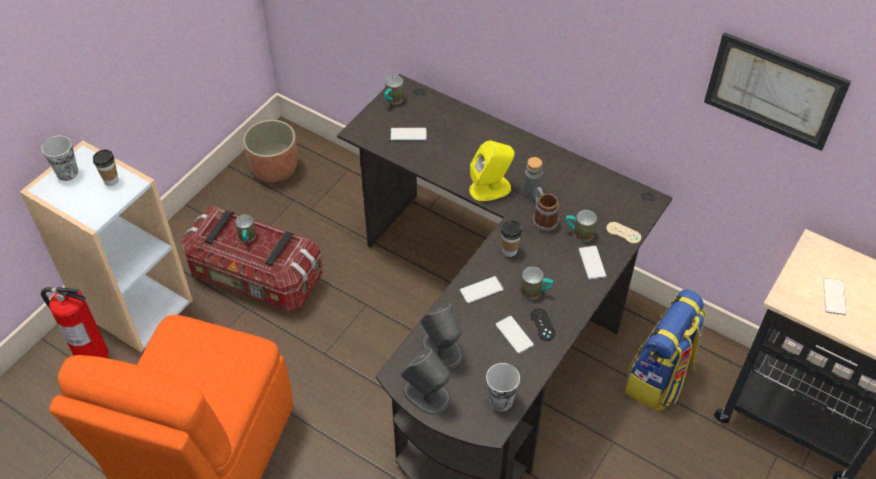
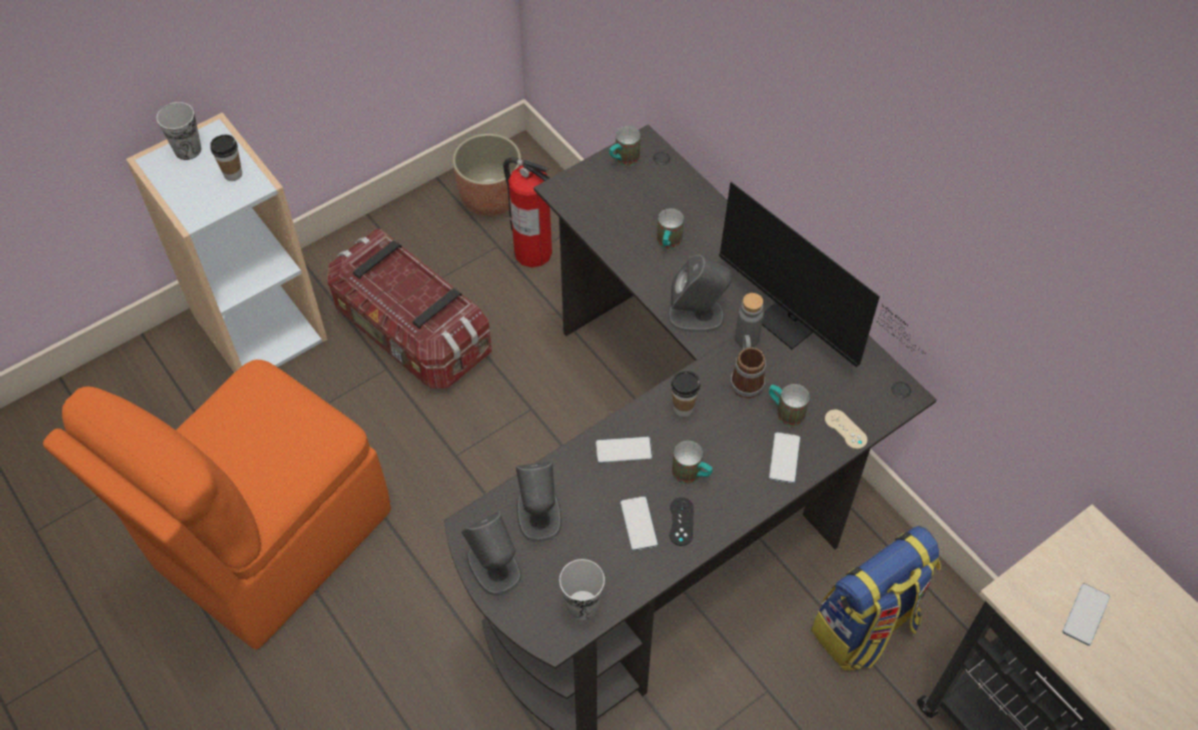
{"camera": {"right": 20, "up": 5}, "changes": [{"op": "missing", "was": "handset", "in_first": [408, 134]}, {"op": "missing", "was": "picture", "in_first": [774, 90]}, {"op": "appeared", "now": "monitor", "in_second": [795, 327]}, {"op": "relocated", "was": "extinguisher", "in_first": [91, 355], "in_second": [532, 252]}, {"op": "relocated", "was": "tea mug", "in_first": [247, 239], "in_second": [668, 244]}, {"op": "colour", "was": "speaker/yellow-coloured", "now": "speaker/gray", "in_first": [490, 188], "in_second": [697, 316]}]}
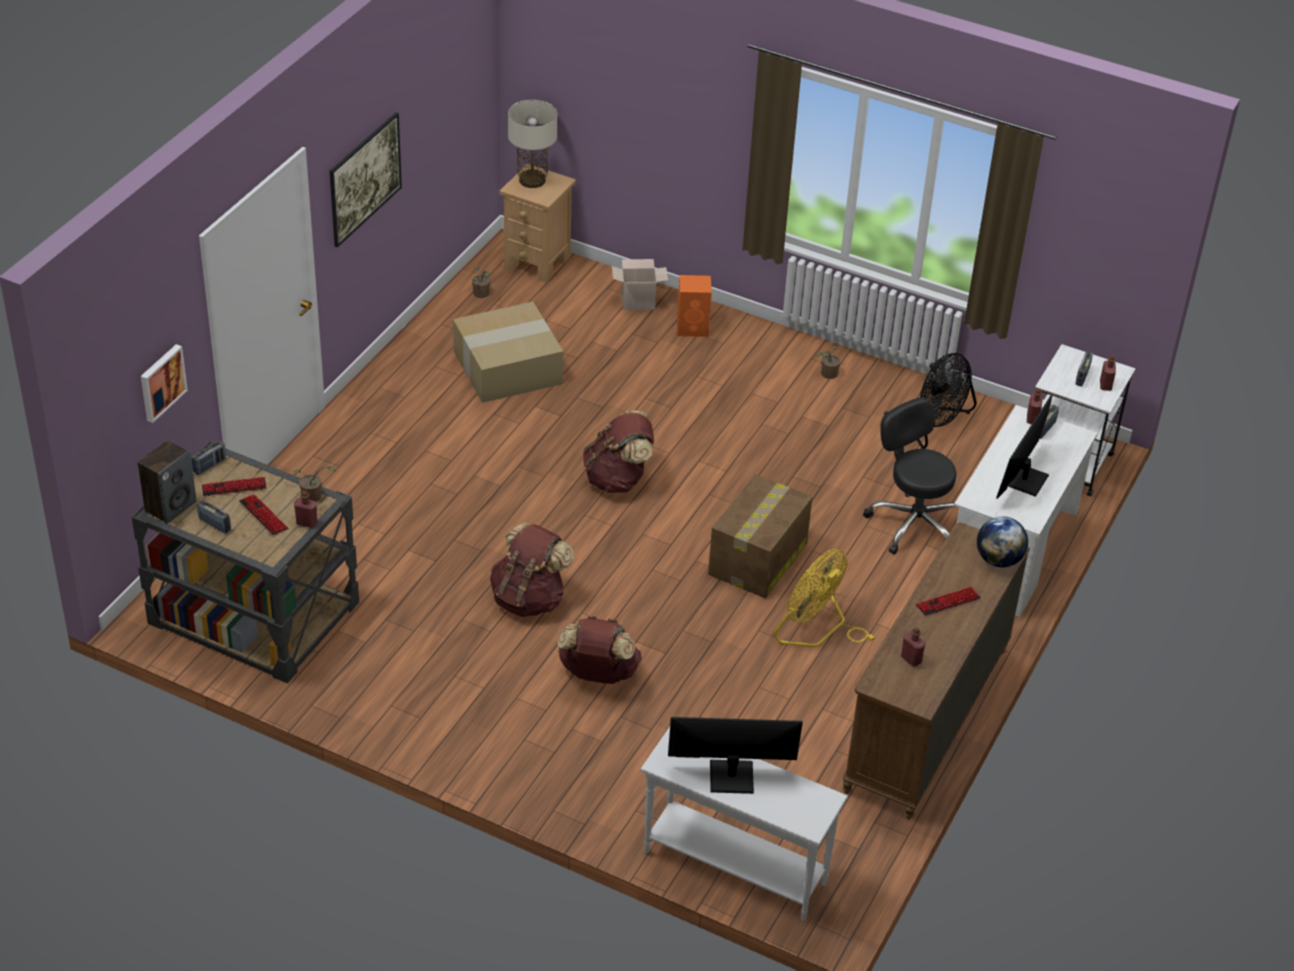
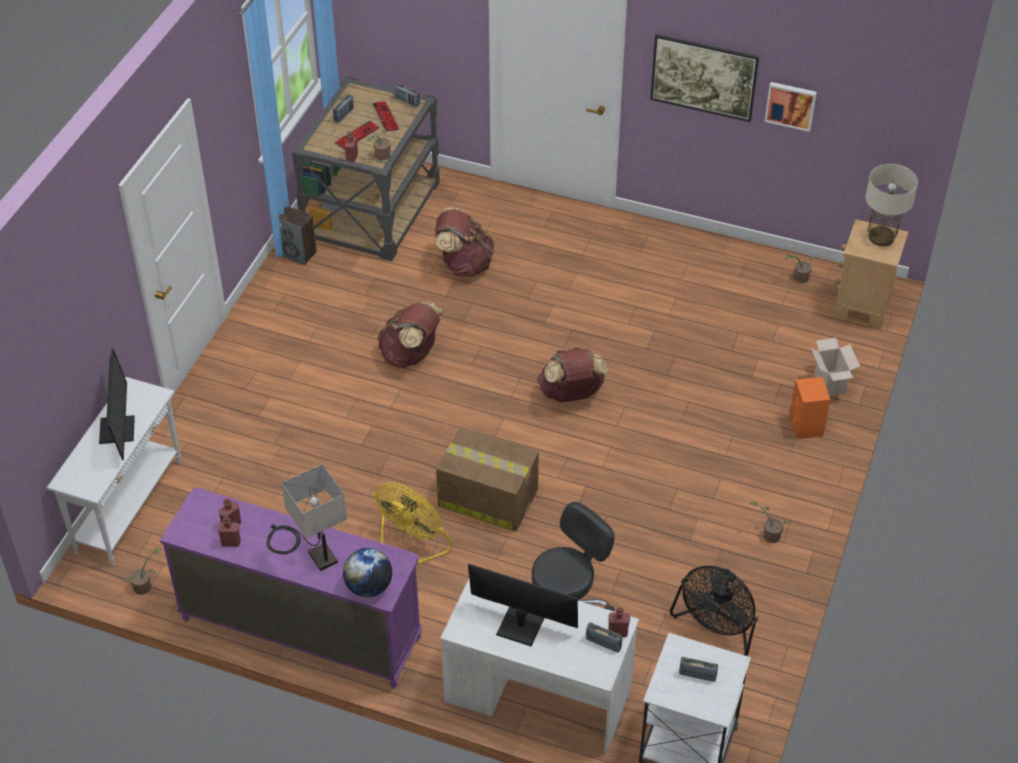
{"camera": {"right": 85, "up": 5}, "changes": [{"op": "missing", "was": "cardboard box", "in_first": [508, 366]}, {"op": "appeared", "now": "houseplant", "in_second": [145, 586]}, {"op": "relocated", "was": "speaker", "in_first": [170, 506], "in_second": [298, 253]}, {"op": "relocated", "was": "picture", "in_first": [161, 382], "in_second": [791, 105]}, {"op": "relocated", "was": "rucksack/brownish", "in_first": [598, 674], "in_second": [464, 264]}, {"op": "relocated", "was": "bottle/red", "in_first": [1105, 385], "in_second": [231, 542]}, {"op": "exchanged", "was": "keyboard", "now": "tabletop lamp", "in_first": [948, 602], "in_second": [307, 549]}, {"op": "colour", "was": "dresser/brownish", "now": "dresser/purple", "in_first": [926, 721], "in_second": [300, 629]}]}
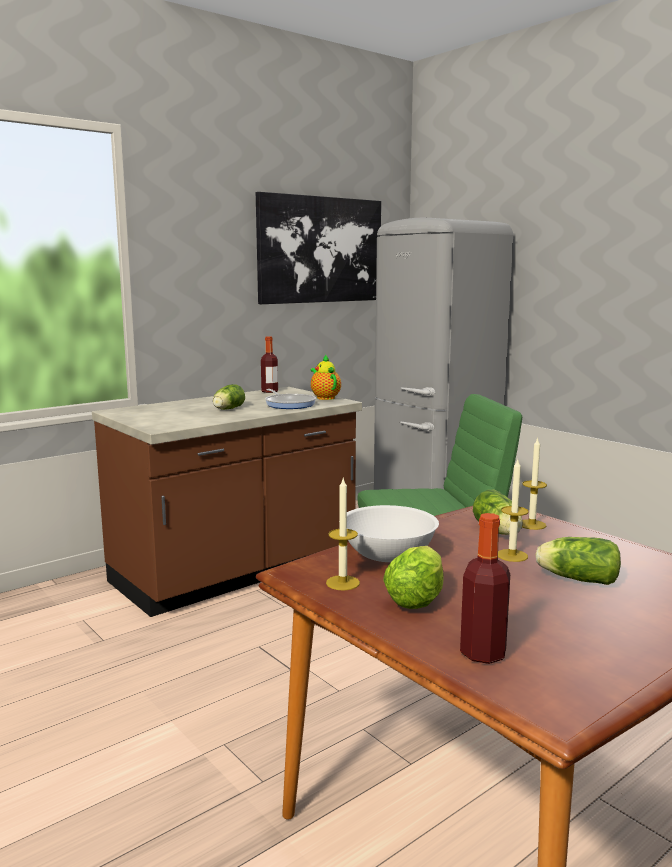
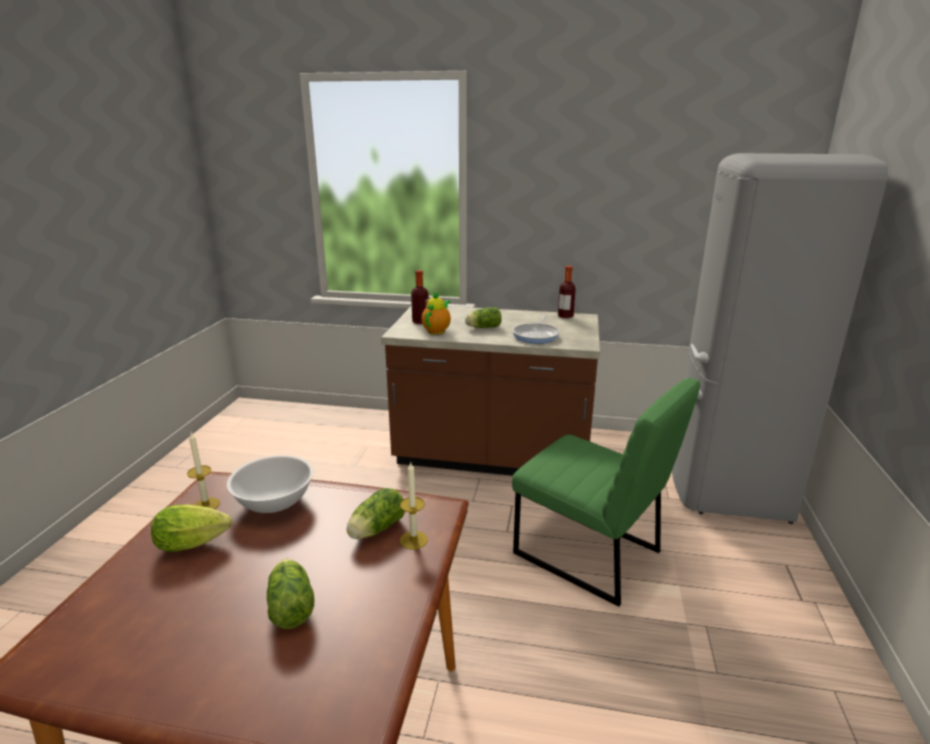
{"camera": {"right": 50, "up": 10}, "changes": [{"op": "missing", "was": "picture", "in_first": [320, 250]}, {"op": "missing", "was": "wax candle", "in_first": [512, 555]}, {"op": "relocated", "was": "pot for tea", "in_first": [324, 397], "in_second": [437, 331]}, {"op": "relocated", "was": "bottle", "in_first": [483, 653], "in_second": [420, 322]}]}
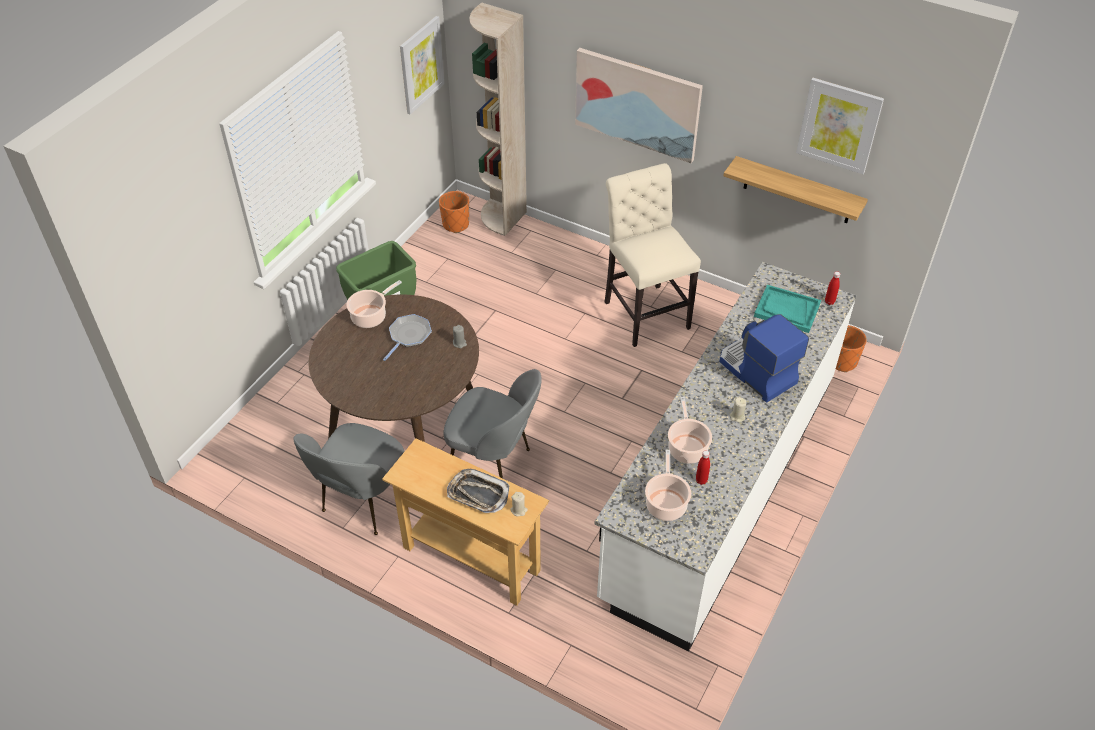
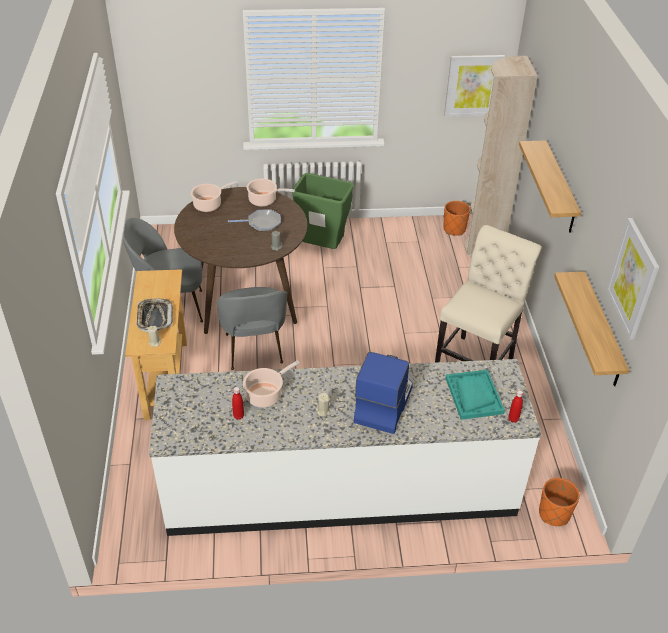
{"camera": {"right": 55, "up": -5}, "changes": [{"op": "relocated", "was": "saucepot", "in_first": [666, 503], "in_second": [209, 205]}, {"op": "exchanged", "was": "picture", "now": "bracket shelf", "in_first": [637, 104], "in_second": [559, 188]}]}
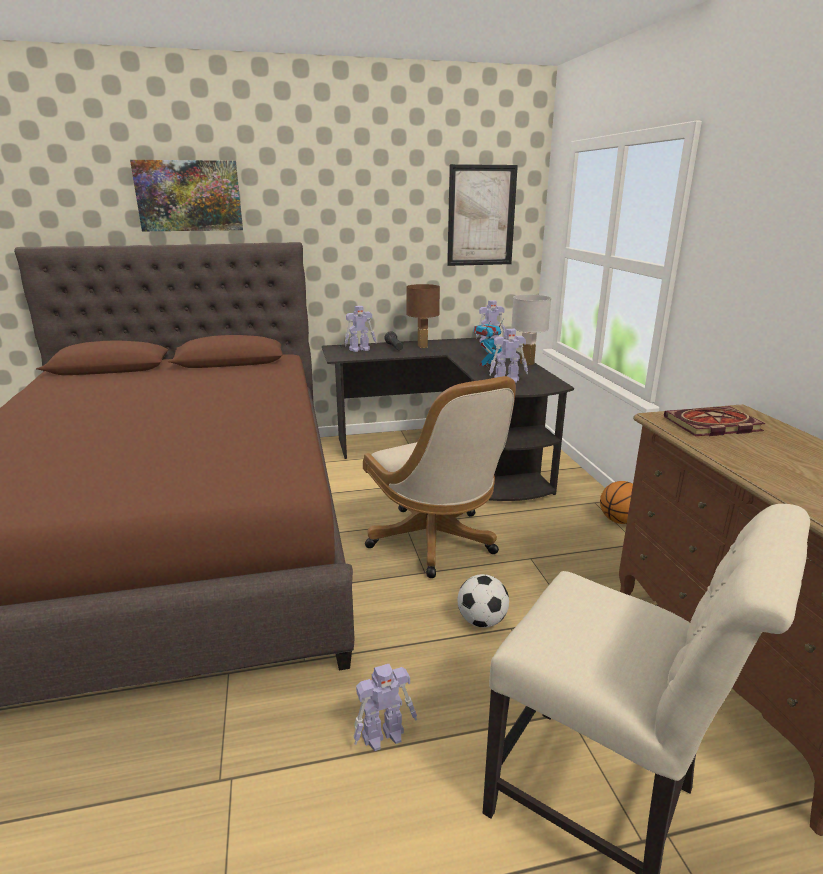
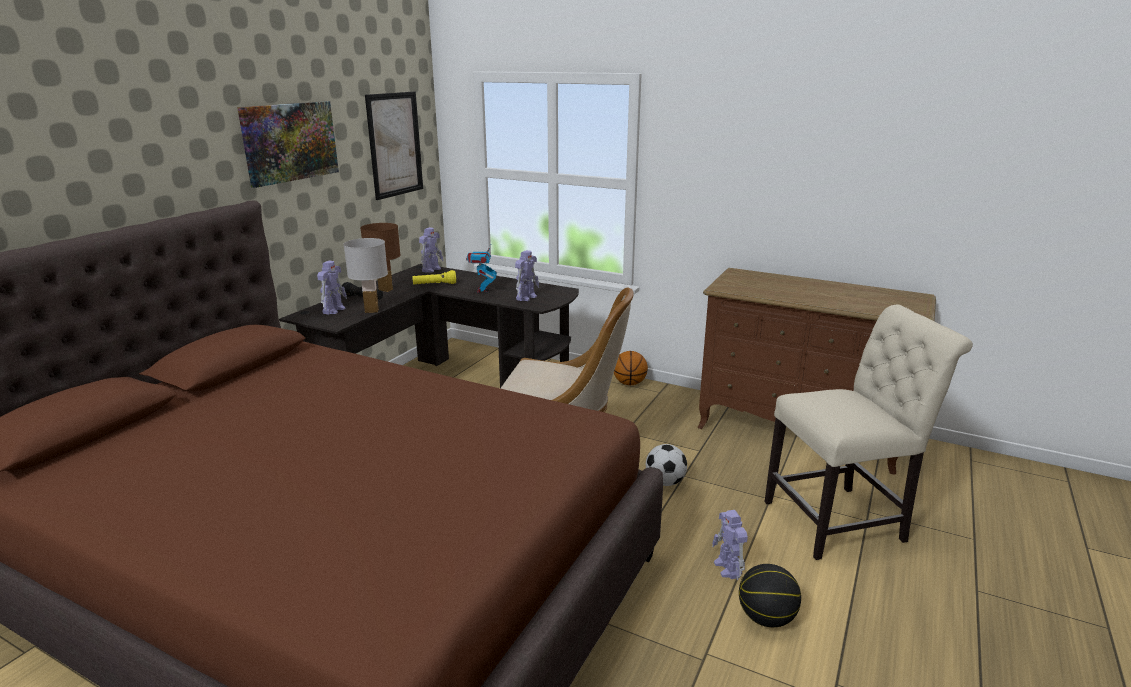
{"camera": {"right": -50, "up": 0}, "changes": [{"op": "missing", "was": "volume", "in_first": [711, 425]}, {"op": "appeared", "now": "torch/yellow-coloured", "in_second": [434, 285]}, {"op": "appeared", "now": "basketball", "in_second": [766, 618]}, {"op": "relocated", "was": "picture", "in_first": [189, 196], "in_second": [289, 142]}, {"op": "relocated", "was": "tabletop lamp/whitish", "in_first": [527, 363], "in_second": [372, 311]}, {"op": "spun", "was": "robot figure", "in_first": [384, 735], "in_second": [728, 569], "clockwise": 150}]}
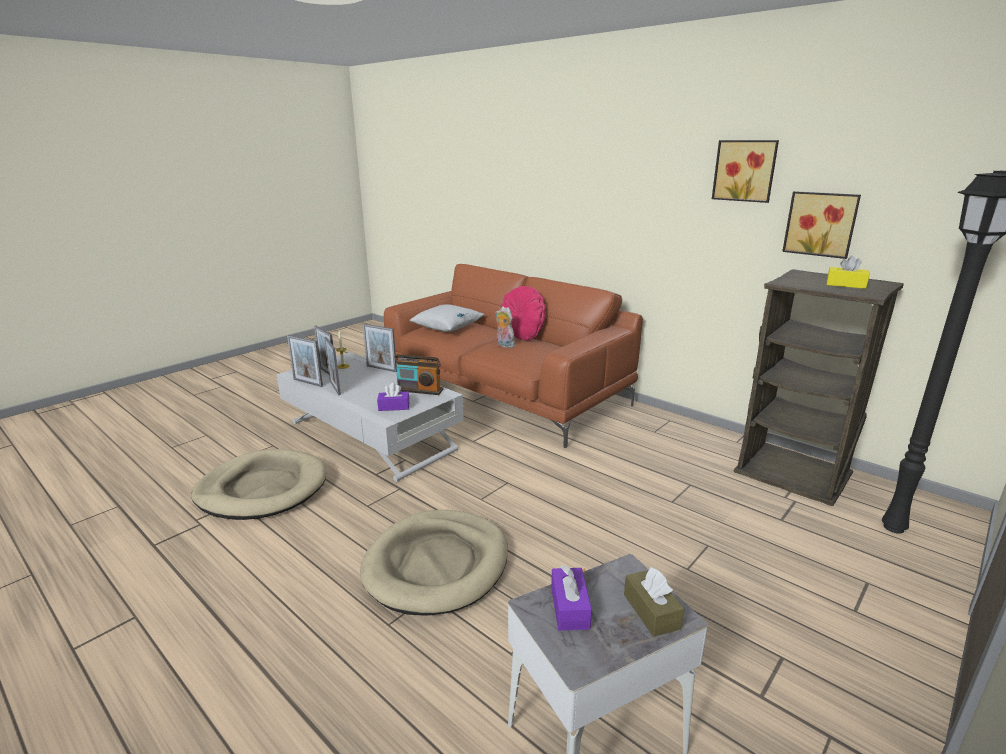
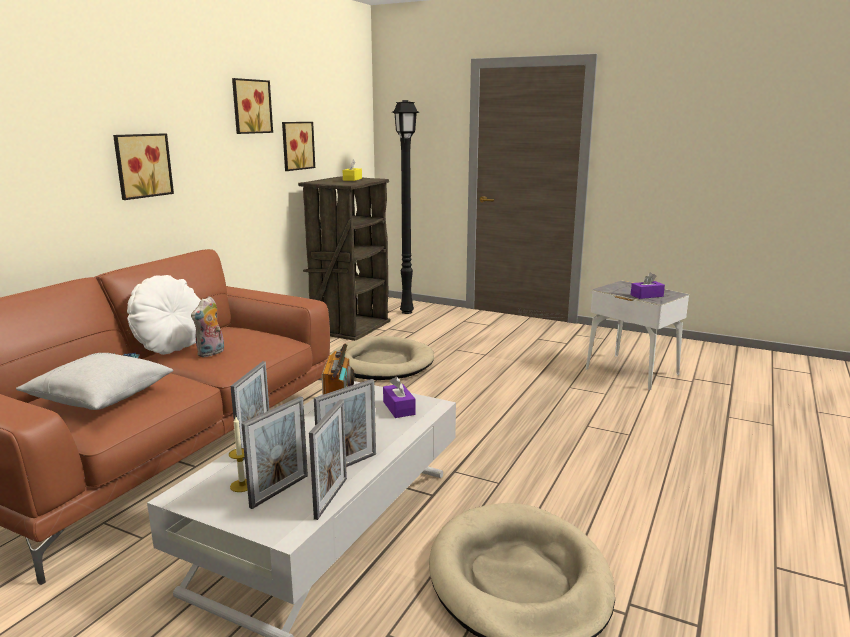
{"camera": {"right": -105, "up": -5}, "changes": [{"op": "missing", "was": "box of tissues/brownish", "in_first": [651, 611]}, {"op": "appeared", "now": "picture", "in_second": [141, 165]}, {"op": "relocated", "was": "dog cushion/beige", "in_first": [437, 565], "in_second": [381, 364]}, {"op": "colour", "was": "pillow/pink", "now": "pillow/whitish", "in_first": [522, 337], "in_second": [171, 349]}]}
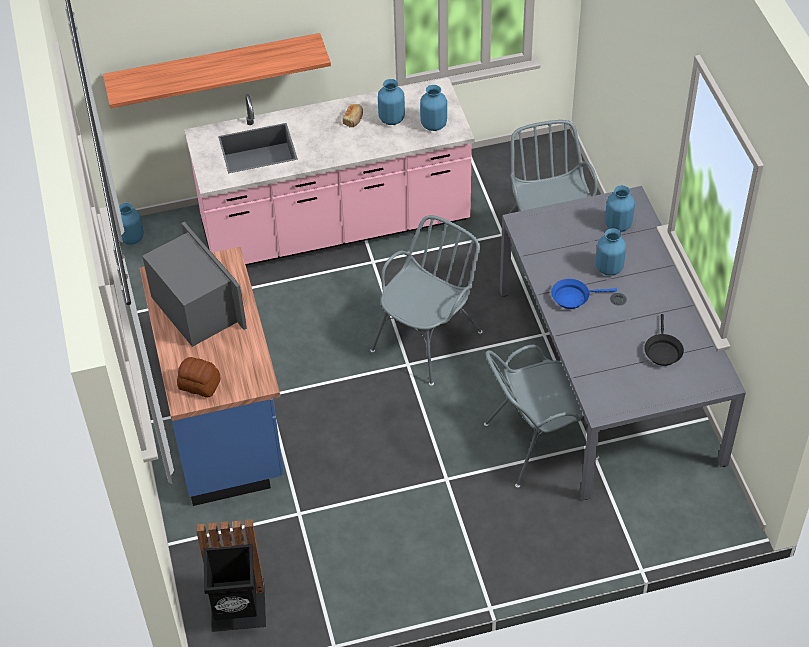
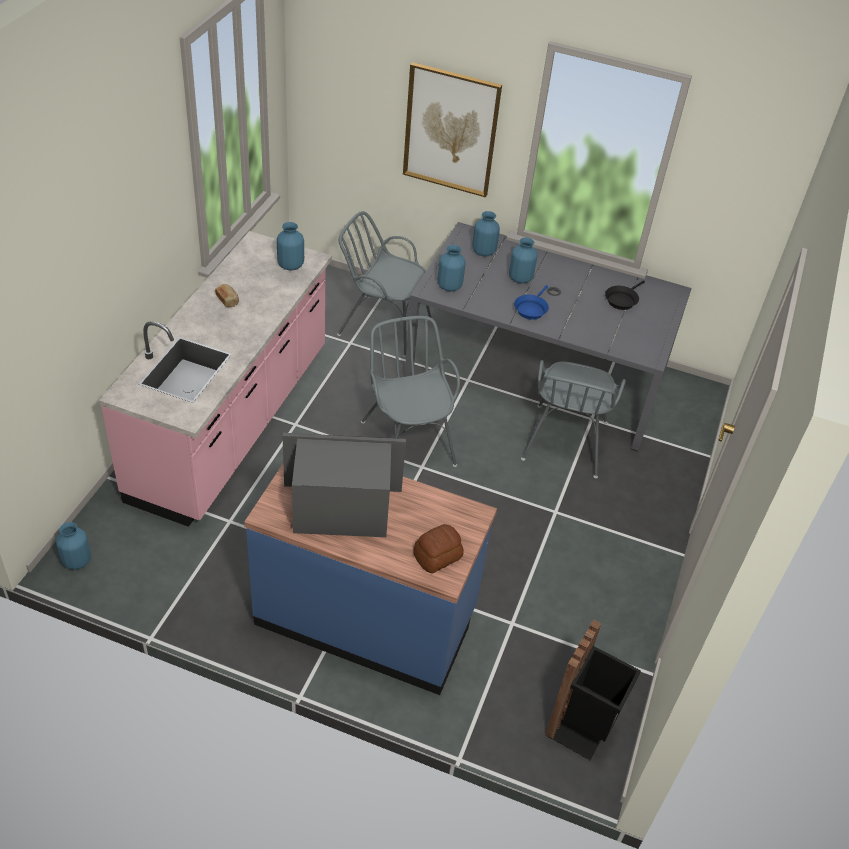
{"camera": {"right": -60, "up": -5}, "changes": [{"op": "missing", "was": "bracket shelf", "in_first": [214, 67]}, {"op": "appeared", "now": "picture", "in_second": [451, 130]}, {"op": "relocated", "was": "flower vase/blue-coloured", "in_first": [391, 119], "in_second": [449, 286]}, {"op": "spun", "was": "skillet/black-coloured", "in_first": [662, 351], "in_second": [622, 300], "clockwise": 90}]}
